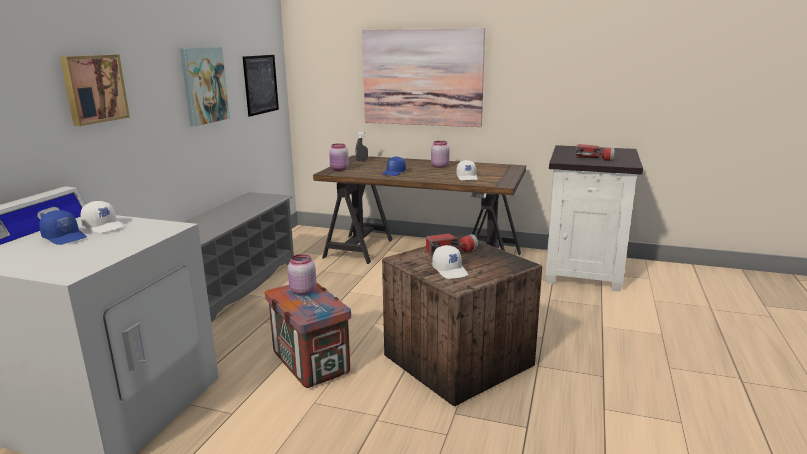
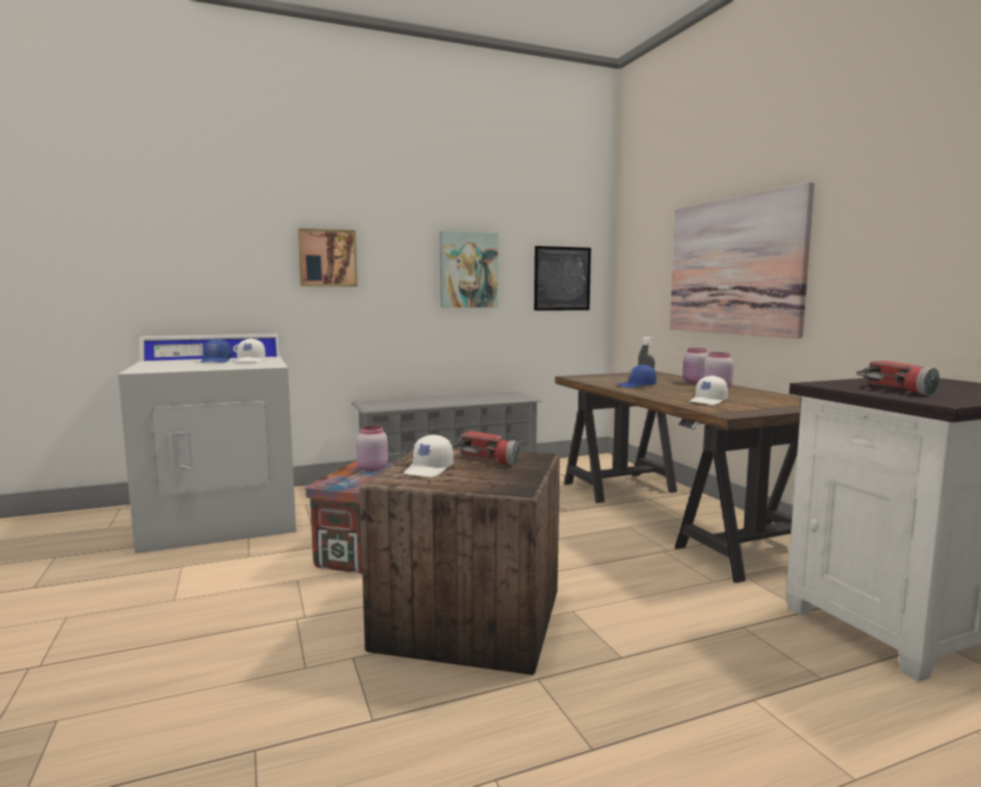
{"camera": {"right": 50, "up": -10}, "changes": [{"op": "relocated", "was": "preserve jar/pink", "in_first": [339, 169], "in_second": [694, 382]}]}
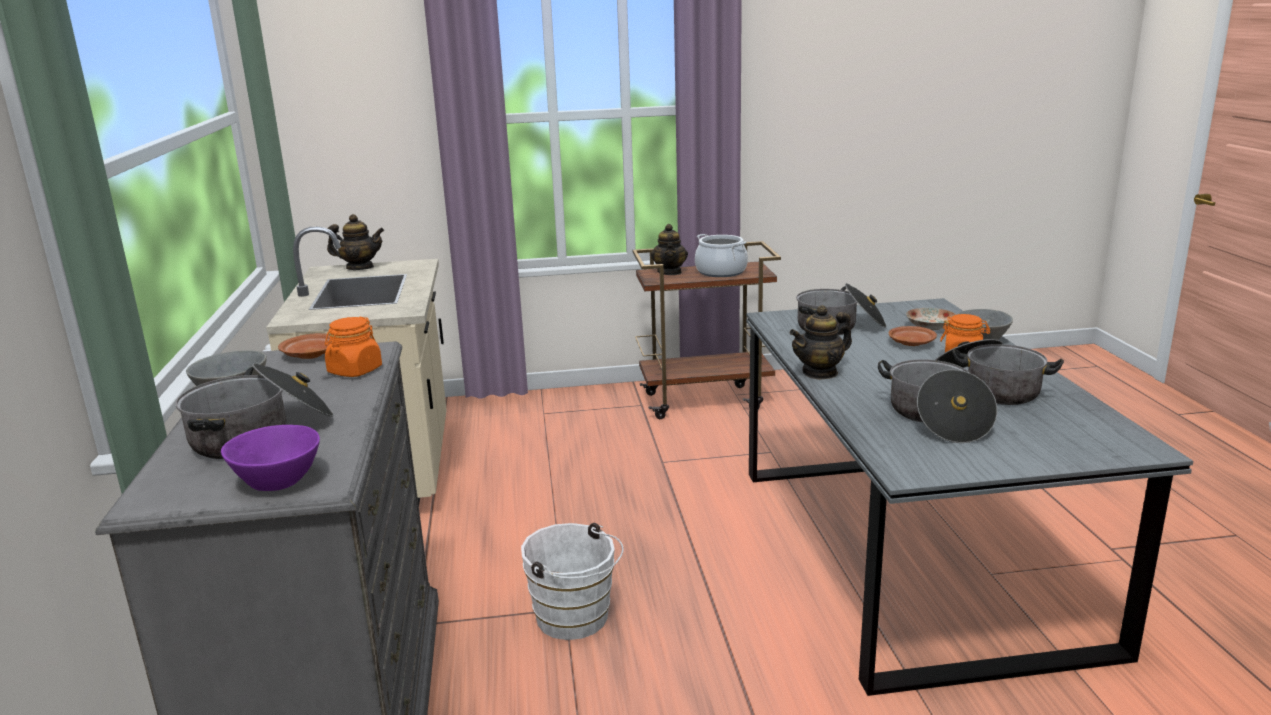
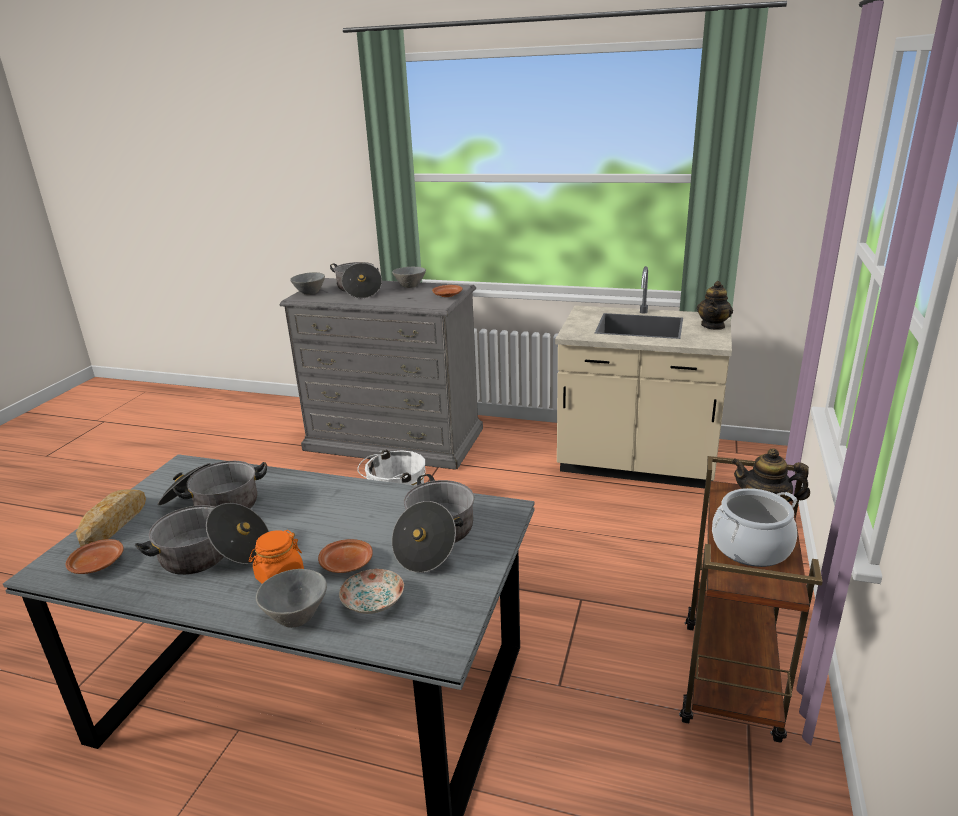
{"camera": {"right": 115, "up": 5}, "changes": [{"op": "missing", "was": "preserve jar/orange-coloured", "in_first": [355, 371]}, {"op": "missing", "was": "pot for tea", "in_first": [820, 373]}, {"op": "appeared", "now": "plate/brownish", "in_second": [98, 564]}, {"op": "appeared", "now": "bakery bread", "in_second": [114, 522]}, {"op": "colour", "was": "bowl/purple", "now": "bowl/gray", "in_first": [278, 483], "in_second": [309, 292]}]}
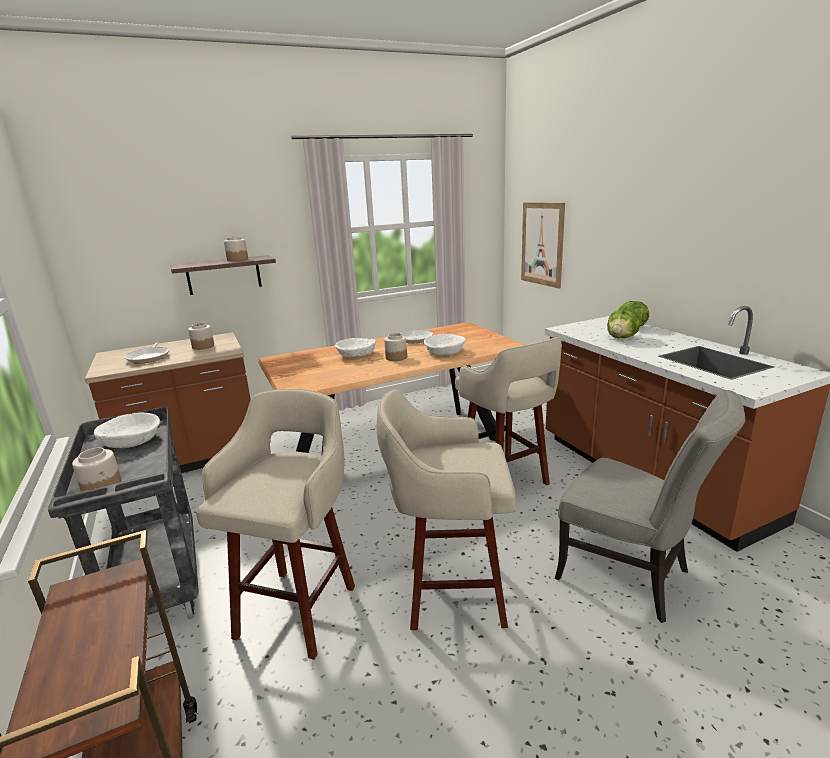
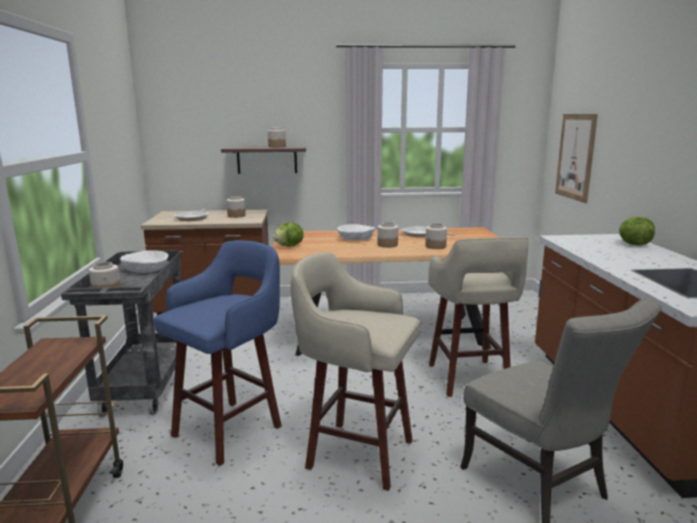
{"camera": {"right": 20, "up": -5}, "changes": [{"op": "relocated", "was": "lettuce", "in_first": [621, 338], "in_second": [289, 246]}, {"op": "exchanged", "was": "bowl/whitish", "now": "preserve jar", "in_first": [445, 352], "in_second": [435, 246]}, {"op": "colour", "was": "stool/beige", "now": "stool/blue-coloured", "in_first": [300, 607], "in_second": [231, 429]}]}
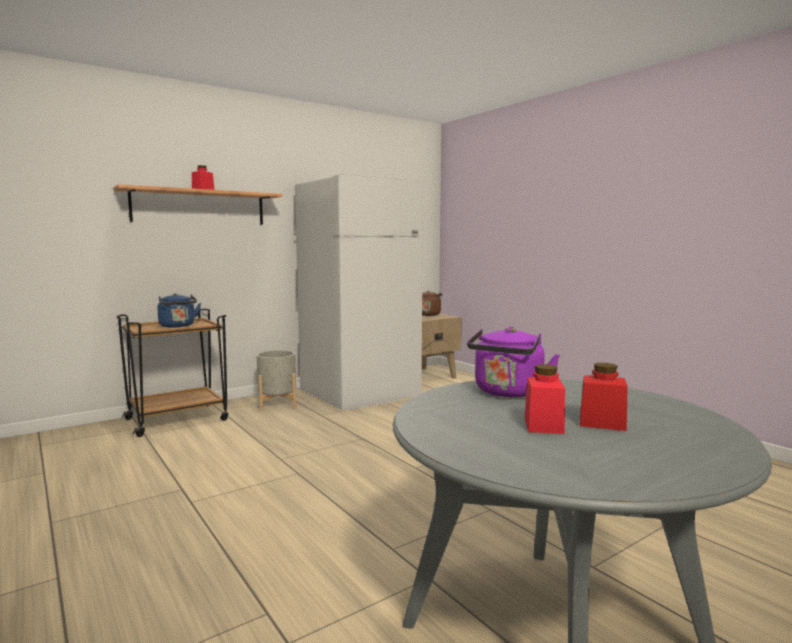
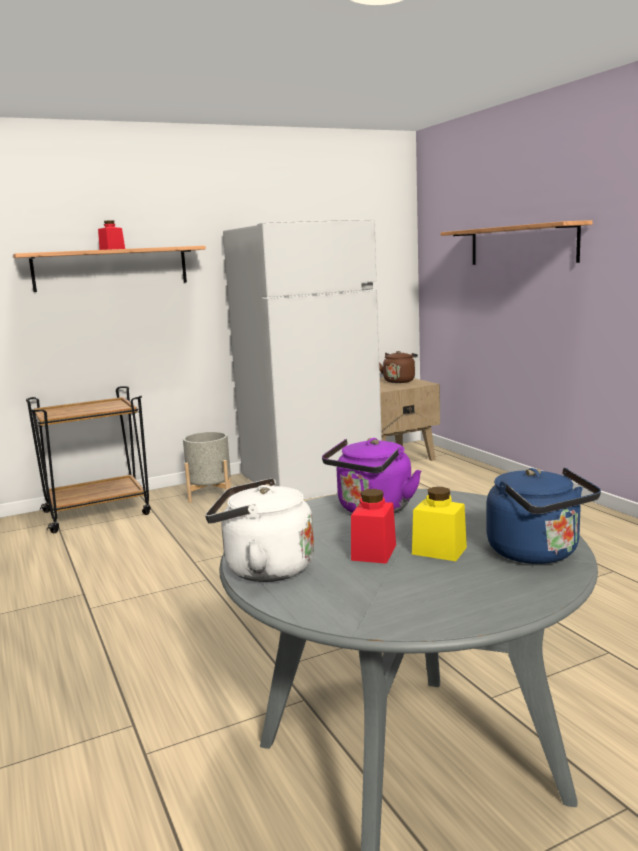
{"camera": {"right": 10, "up": 5}, "changes": [{"op": "appeared", "now": "kettle/whitish", "in_second": [263, 569]}, {"op": "appeared", "now": "bracket shelf", "in_second": [521, 245]}, {"op": "relocated", "was": "kettle/blue-coloured", "in_first": [178, 326], "in_second": [537, 553]}, {"op": "colour", "was": "preserve jar/red", "now": "preserve jar/yellow-coloured", "in_first": [602, 423], "in_second": [439, 550]}]}
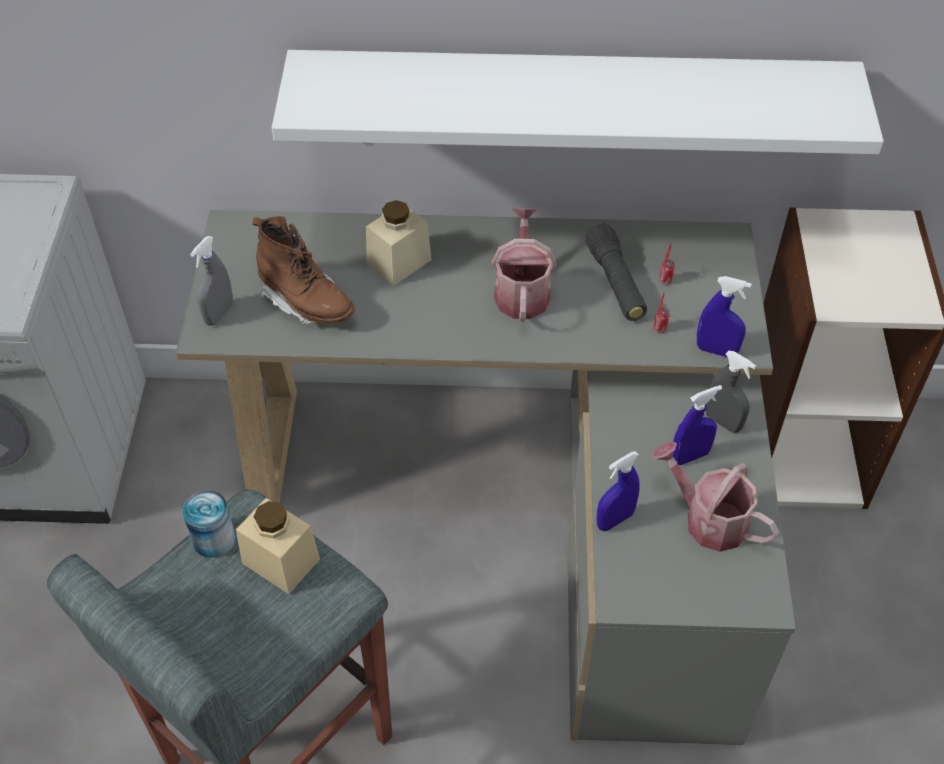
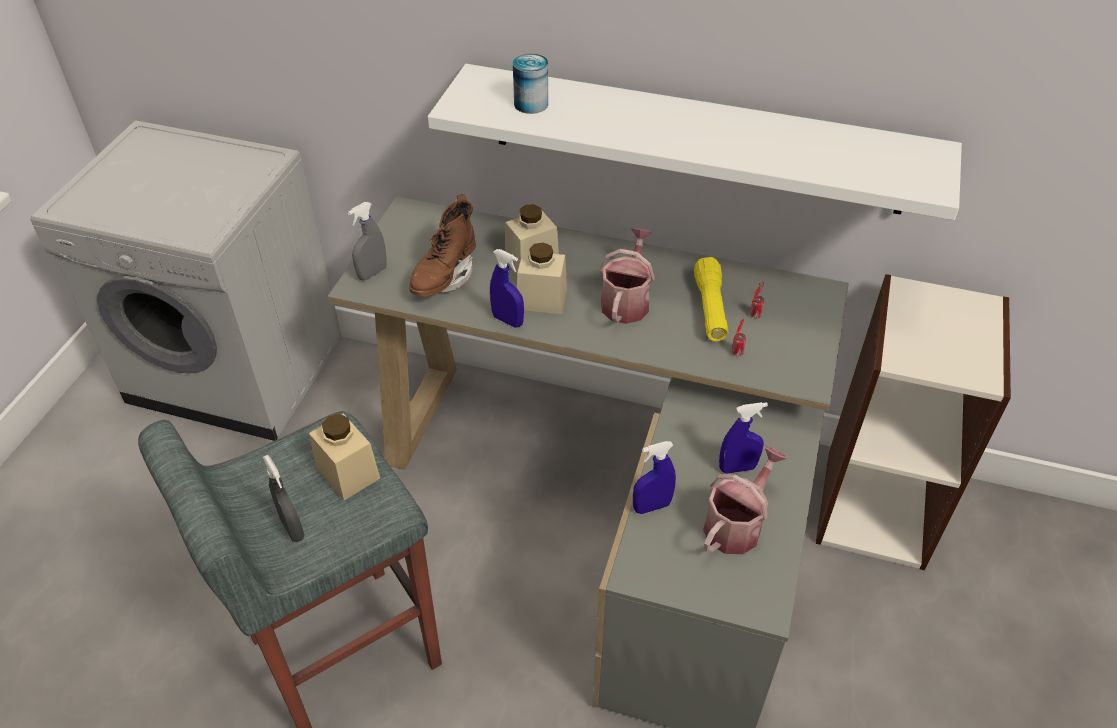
{"camera": {"right": 15, "up": -5}, "changes": [{"op": "appeared", "now": "preserve jar/beige", "in_second": [542, 299]}, {"op": "relocated", "was": "sealed can", "in_first": [214, 539], "in_second": [531, 104]}, {"op": "relocated", "was": "hand sprayer/blue-coloured", "in_first": [716, 350], "in_second": [507, 320]}, {"op": "relocated", "was": "hand sprayer/gray", "in_first": [723, 422], "in_second": [292, 528]}, {"op": "colour", "was": "torch/black-coloured", "now": "torch/yellow-coloured", "in_first": [615, 283], "in_second": [710, 309]}, {"op": "spun", "was": "tall boot/brownish", "in_first": [306, 302], "in_second": [444, 277], "clockwise": 60}, {"op": "spun", "was": "watering can", "in_first": [708, 519], "in_second": [736, 524], "clockwise": 75}]}
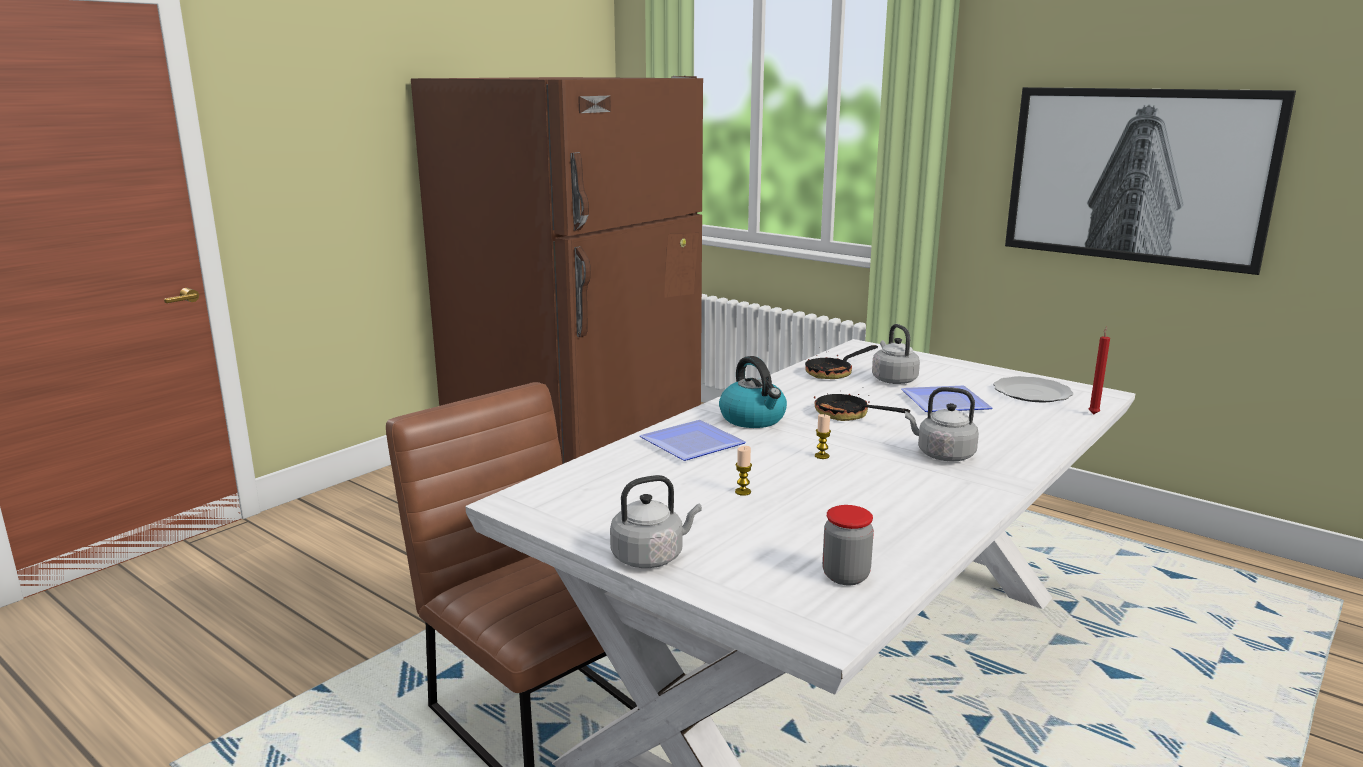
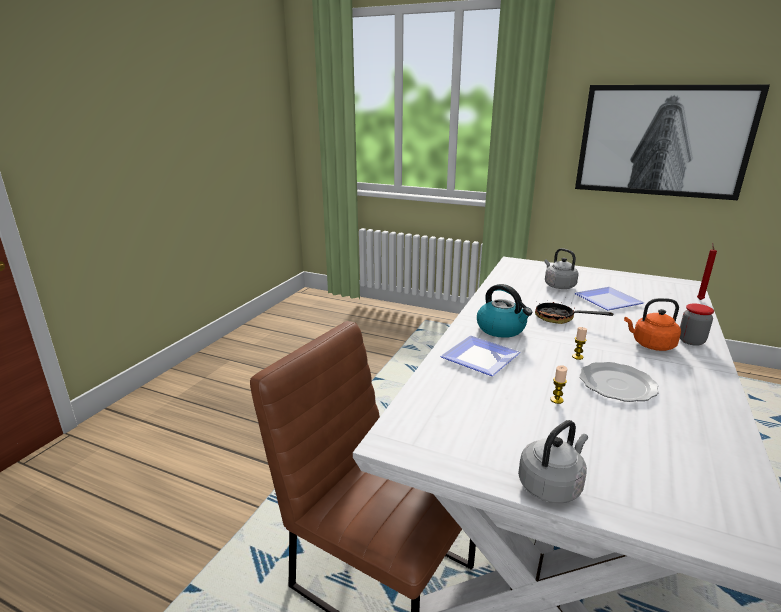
{"camera": {"right": -15, "up": 5}, "changes": [{"op": "missing", "was": "refrigerator/brownish", "in_first": [575, 443]}, {"op": "missing", "was": "skillet", "in_first": [834, 373]}, {"op": "relocated", "was": "preserve jar", "in_first": [845, 576], "in_second": [691, 341]}, {"op": "relocated", "was": "plate", "in_first": [1031, 392], "in_second": [616, 384]}, {"op": "colour", "was": "kettle/gray", "now": "kettle/orange-coloured", "in_first": [942, 455], "in_second": [651, 345]}]}
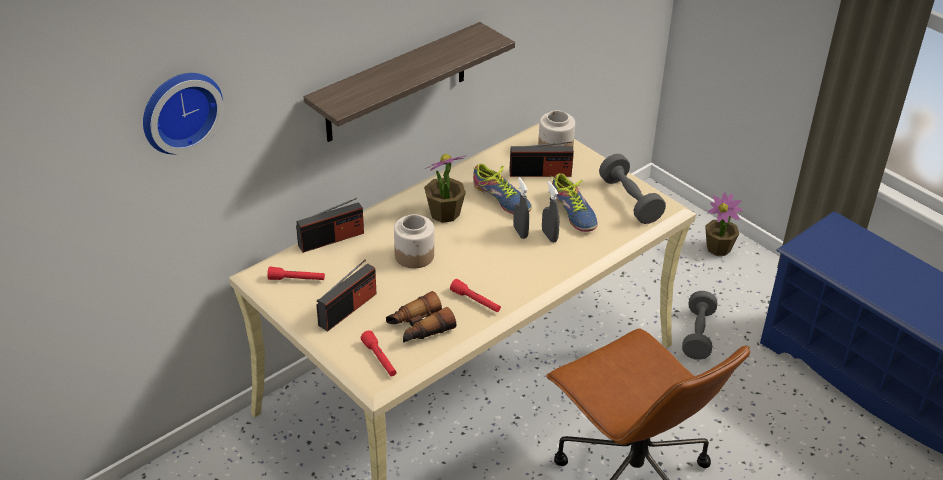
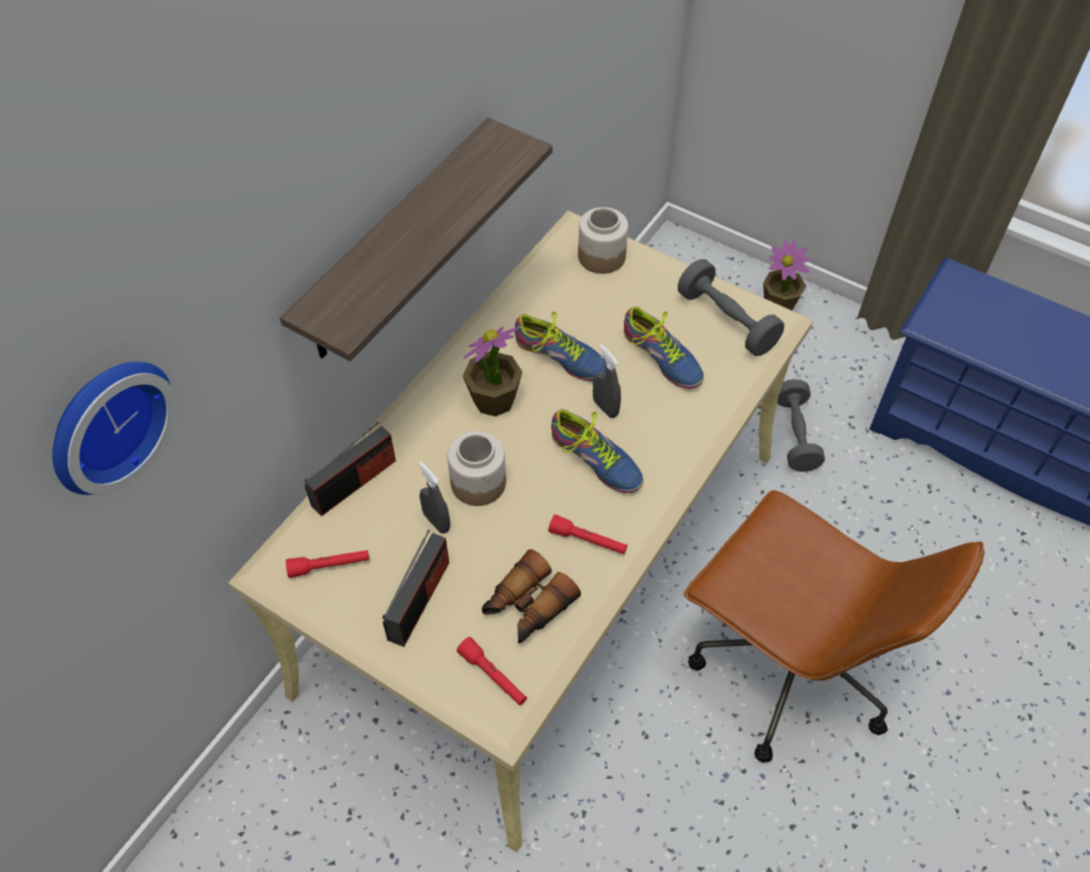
{"camera": {"right": -15, "up": 15}, "changes": [{"op": "missing", "was": "radio receiver", "in_first": [540, 173]}, {"op": "appeared", "now": "item of footwear", "in_second": [596, 459]}, {"op": "relocated", "was": "hand sprayer/gray", "in_first": [549, 236], "in_second": [436, 522]}]}
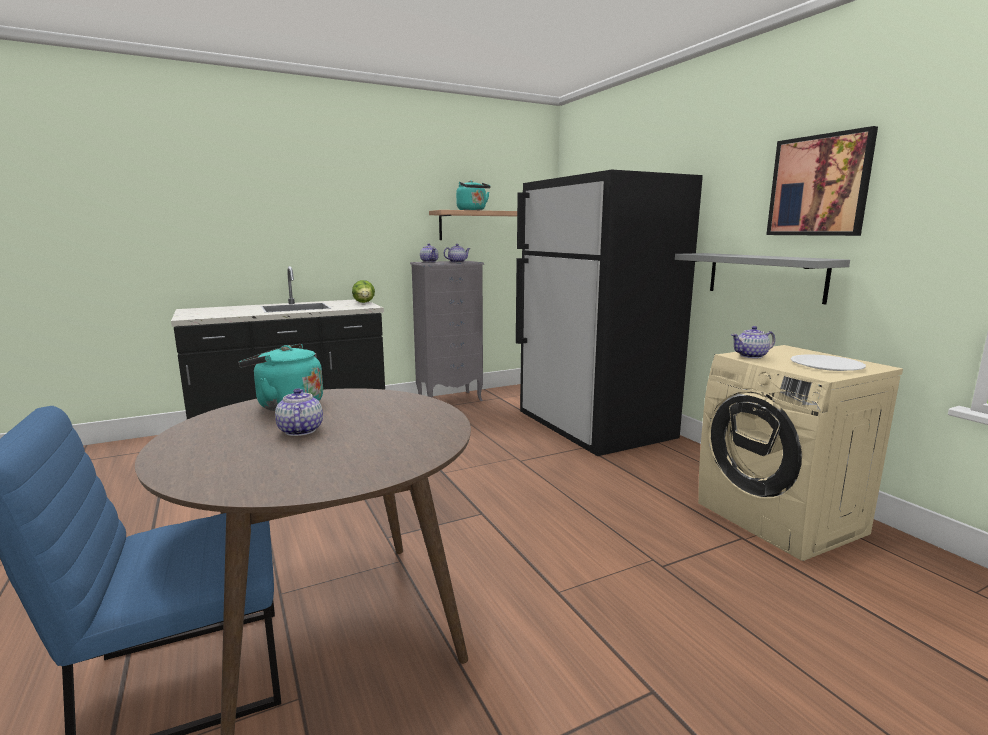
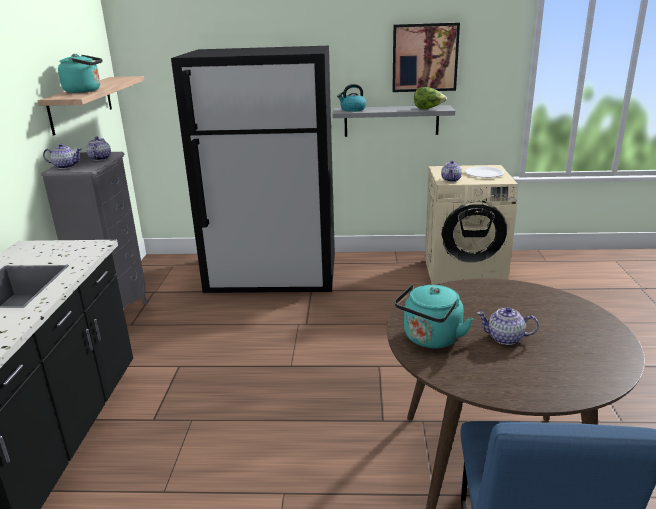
{"camera": {"right": -60, "up": 10}, "changes": [{"op": "appeared", "now": "kettle", "in_second": [352, 109]}, {"op": "relocated", "was": "lettuce", "in_first": [364, 303], "in_second": [428, 109]}]}
